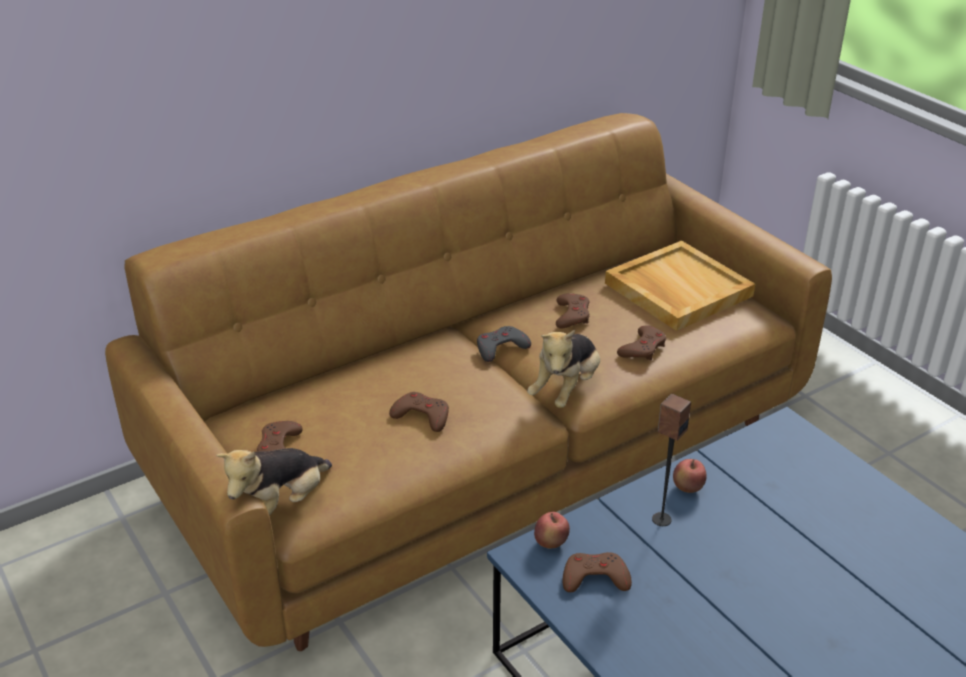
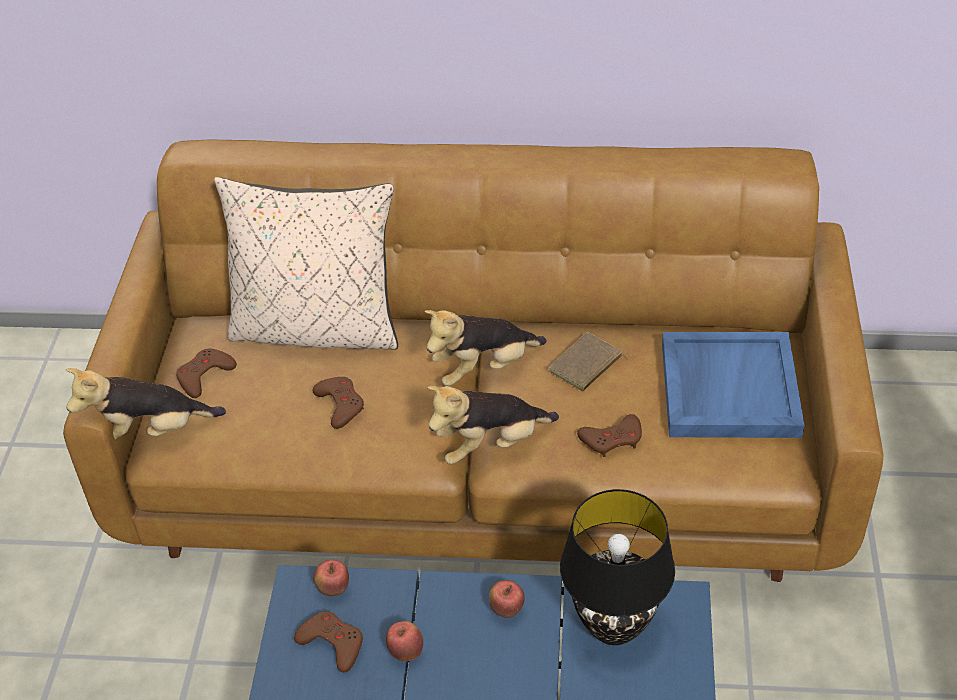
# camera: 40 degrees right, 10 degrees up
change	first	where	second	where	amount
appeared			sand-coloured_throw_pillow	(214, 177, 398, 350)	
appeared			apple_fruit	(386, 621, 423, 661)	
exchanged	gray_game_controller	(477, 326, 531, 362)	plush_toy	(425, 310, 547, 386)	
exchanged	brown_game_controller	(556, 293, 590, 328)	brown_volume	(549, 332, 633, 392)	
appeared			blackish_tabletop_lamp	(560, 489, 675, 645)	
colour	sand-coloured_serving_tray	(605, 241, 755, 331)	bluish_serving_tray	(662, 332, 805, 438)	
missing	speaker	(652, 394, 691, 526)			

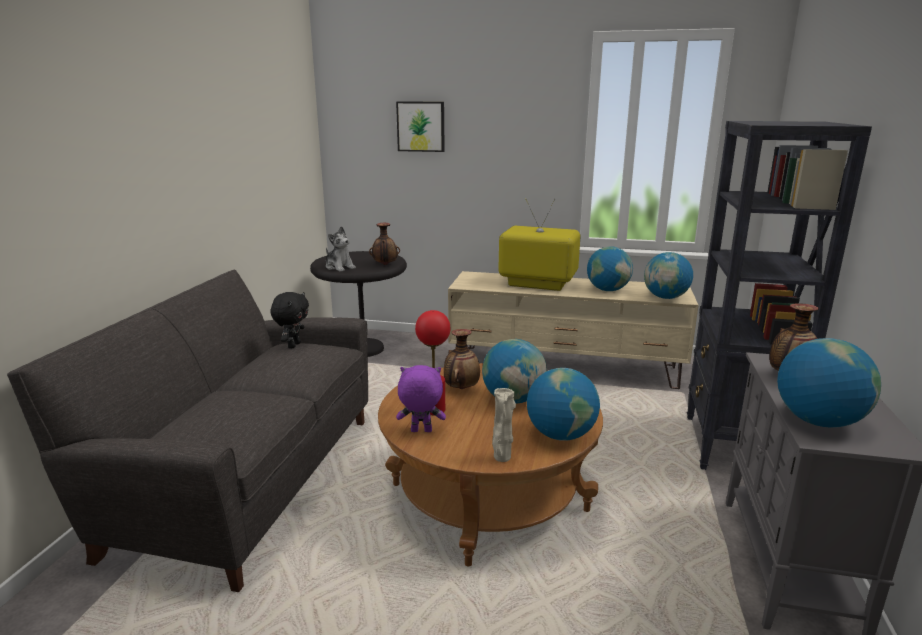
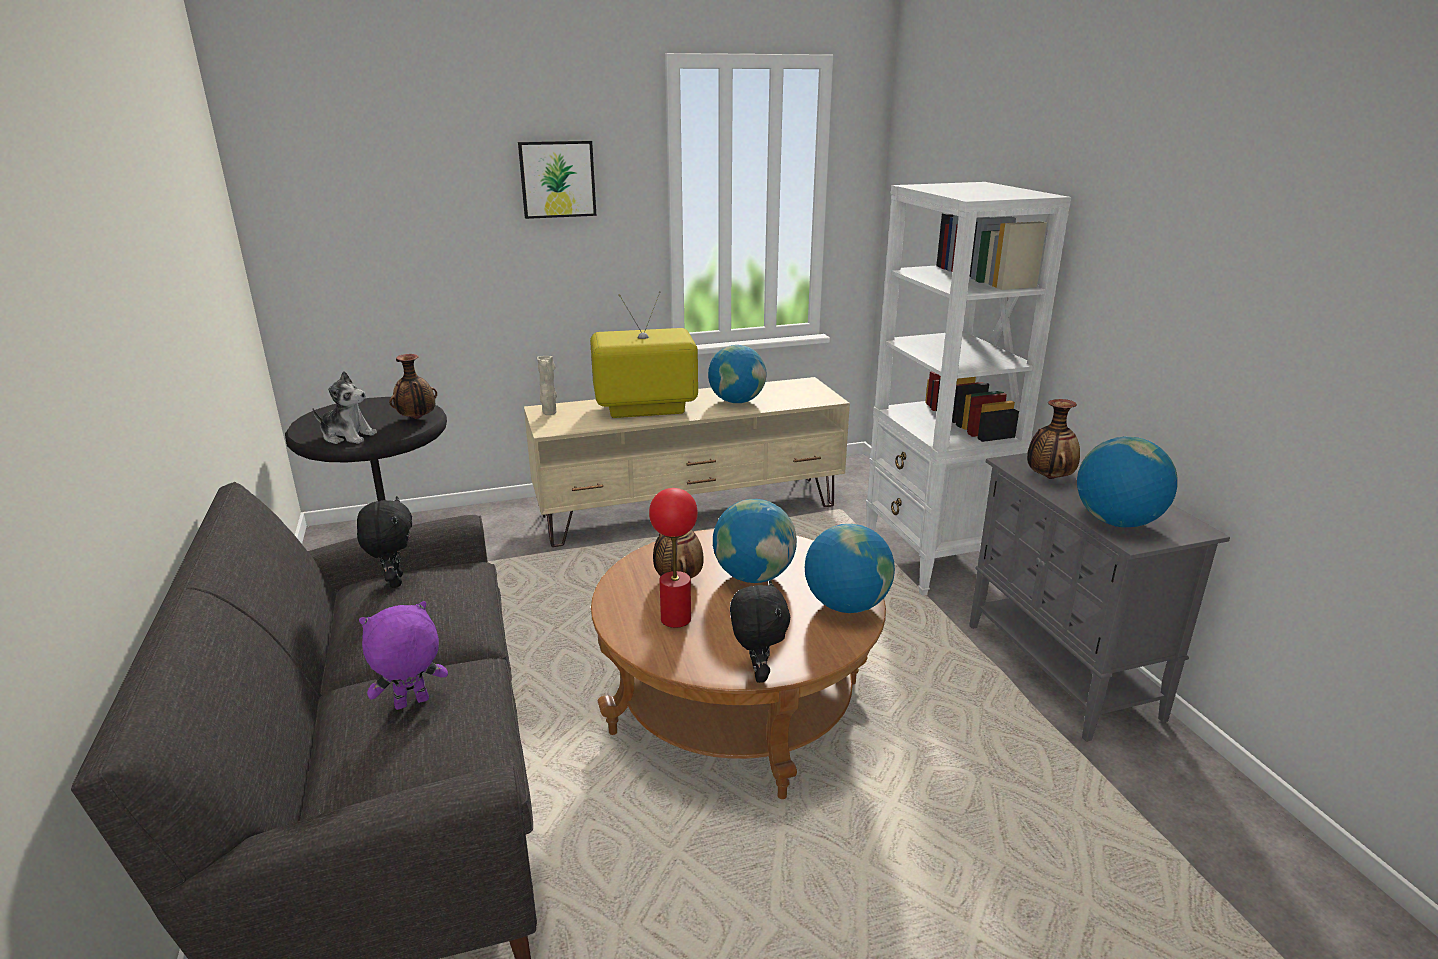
# camera: 30 degrees left, 5 degrees up
change	first	where	second	where	amount
relocated	purple_plush_toy	(396, 365, 446, 432)		(359, 601, 448, 710)	
relocated	wall_art	(396, 102, 445, 152)		(518, 140, 596, 219)	
relocated	sand-coloured_decorative_vase	(492, 388, 516, 462)		(537, 356, 557, 415)	
appeared			blackish_plush_toy	(730, 580, 790, 683)	
colour	blackish_bookshelf	(687, 121, 872, 470)	white-coloured_bookshelf	(866, 182, 1071, 595)	
missing	desk_globe	(644, 252, 693, 299)			

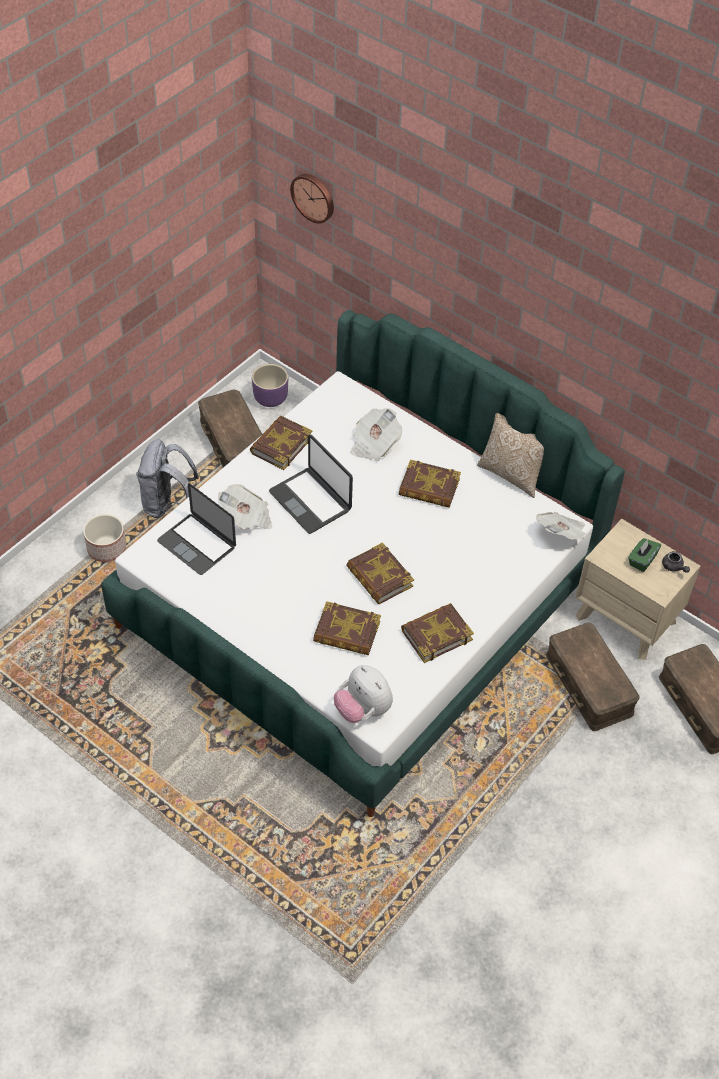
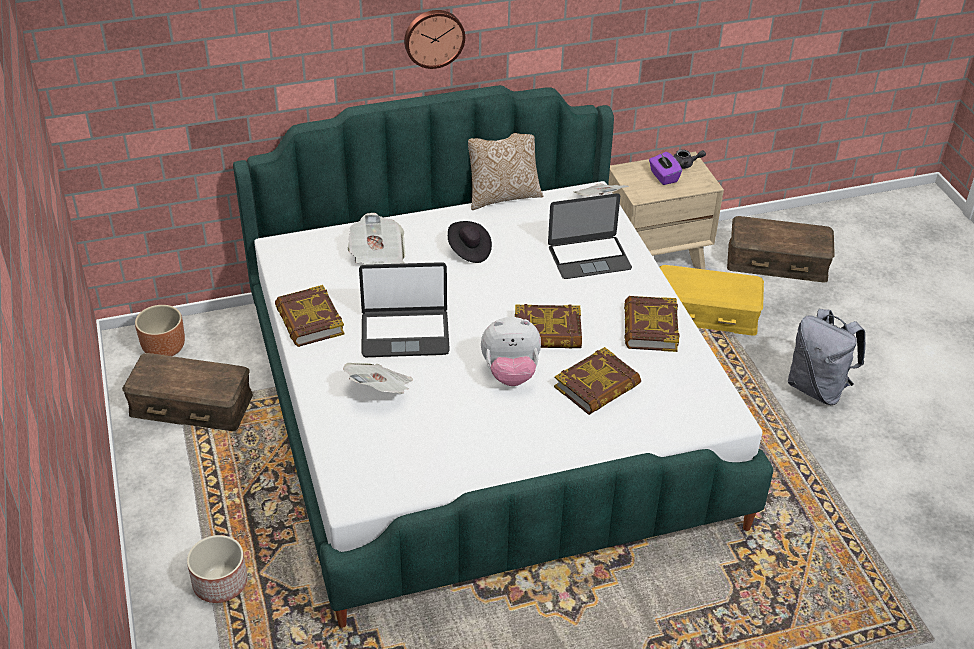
# camera: 55 degrees left, 10 degrees down
change	first	where	second	where	amount
colour	purple_planter	(252, 364, 288, 407)	brown_planter	(135, 305, 185, 356)	
relocated	clock_on_the_wall	(290, 174, 334, 224)		(404, 10, 465, 69)	
exchanged	volume	(399, 460, 461, 508)	blackish_hat	(448, 221, 492, 263)	
relocated	plush_toy	(334, 665, 393, 723)		(481, 317, 541, 386)	
relocated	laptop	(157, 483, 236, 575)		(548, 193, 632, 279)	
colour	green-coloured_tissue_holder	(628, 538, 661, 572)	purple_tissue_holder	(649, 152, 682, 185)	
colour	brown_storage_box	(546, 623, 640, 731)	yellow_storage_box	(660, 265, 764, 336)	
relocated	gray_knapsack	(136, 439, 199, 518)		(788, 309, 865, 405)	

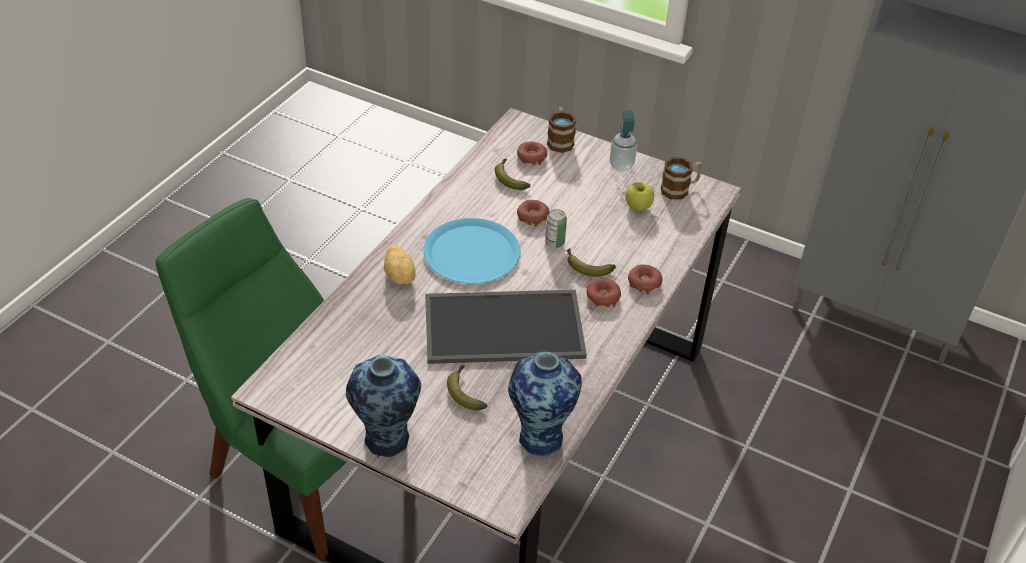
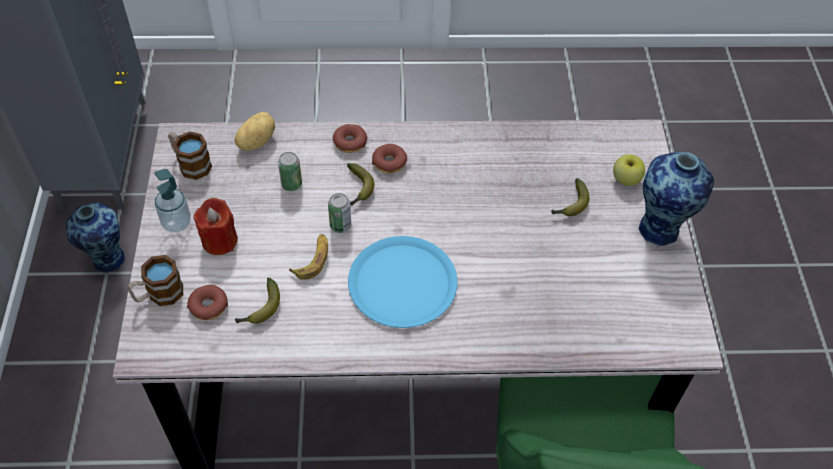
# camera: 120 degrees left, 10 degrees up
change	first	where	second	where	amount
relocated	decorative_vase	(508, 352, 582, 457)		(66, 202, 125, 273)	
appeared			reddish_wax_candle	(194, 198, 238, 255)	
relocated	potato	(384, 245, 416, 284)		(235, 112, 275, 151)	
appeared			metal_can	(278, 152, 302, 191)	
exchanged	donut	(517, 200, 549, 227)	banana	(289, 234, 328, 280)	
relocated	apple_fruit	(625, 182, 654, 211)		(613, 154, 645, 186)	
missing	serving_tray	(425, 290, 587, 364)			

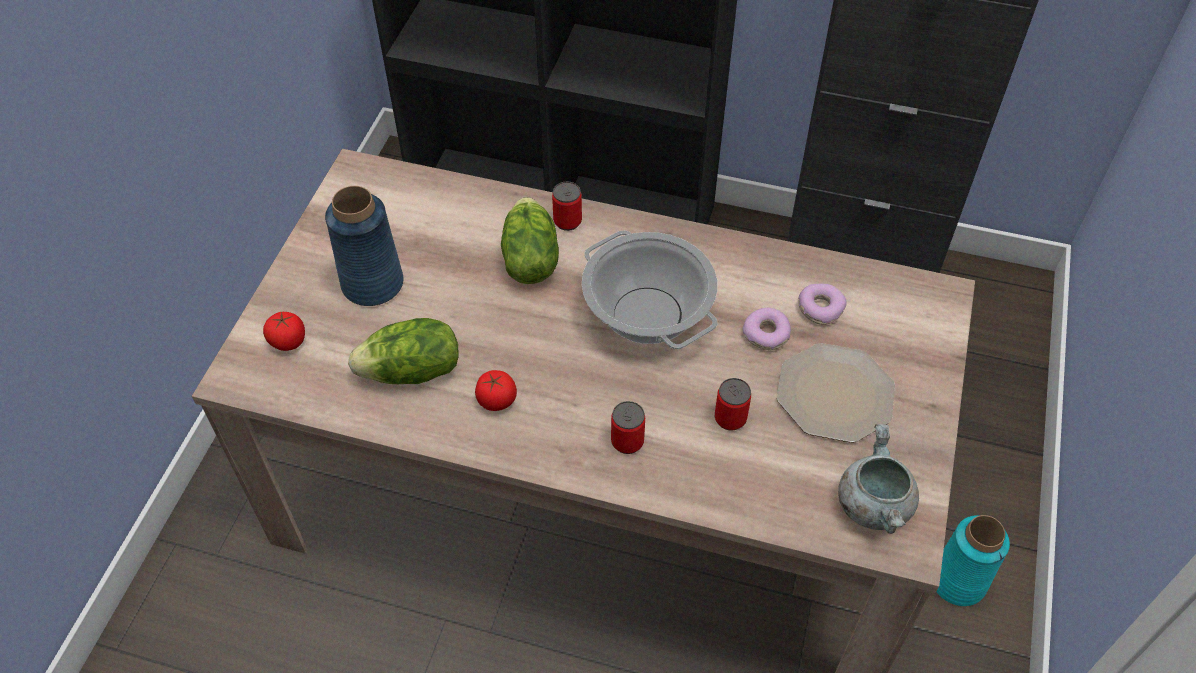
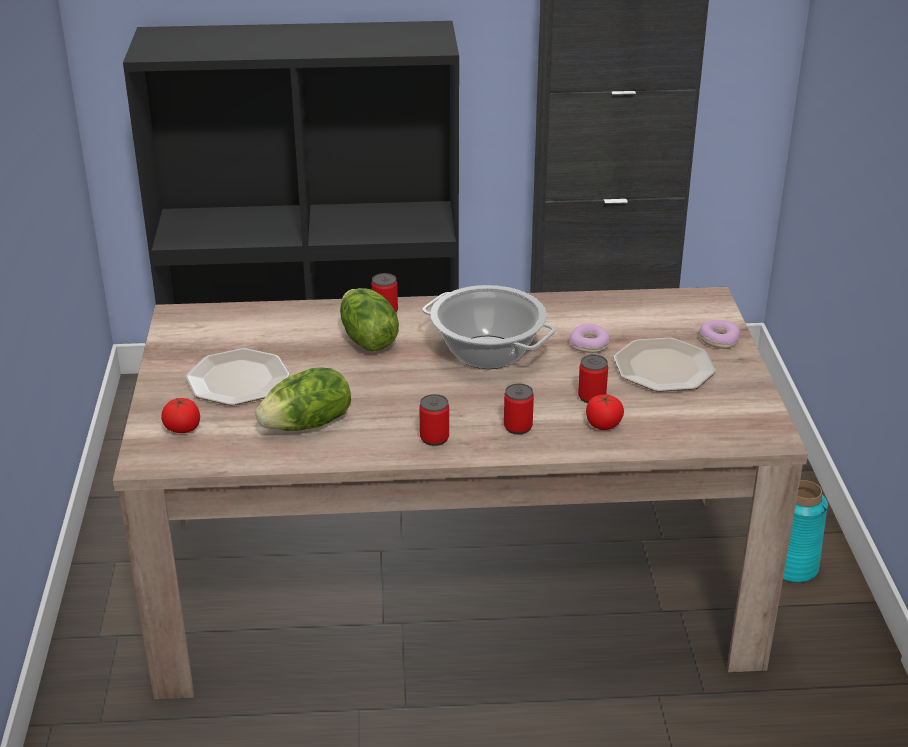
# camera: 20 degrees left, 20 degrees down
change	first	where	second	where	amount
exchanged	bluish_decorative_vase	(325, 186, 403, 306)	dinner_plate	(185, 348, 290, 405)	
appeared			metal_can	(419, 394, 449, 446)	
relocated	tomato	(475, 370, 517, 411)		(586, 394, 624, 430)	
relocated	donut	(798, 284, 847, 325)		(699, 320, 740, 349)	
missing	gray_saucepot	(838, 424, 919, 534)			

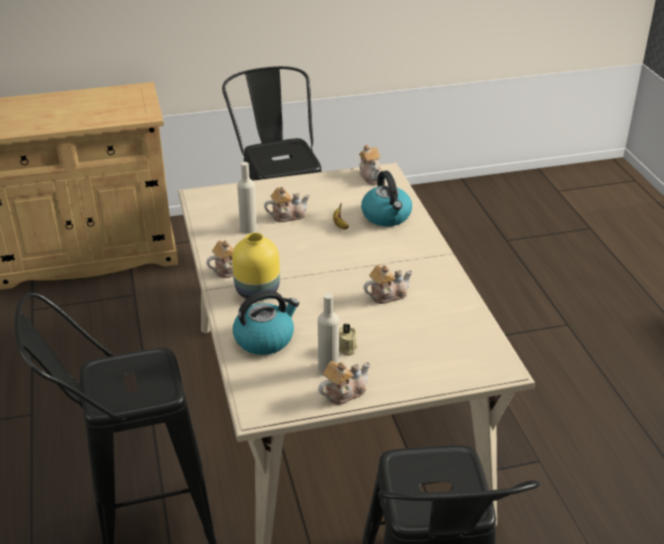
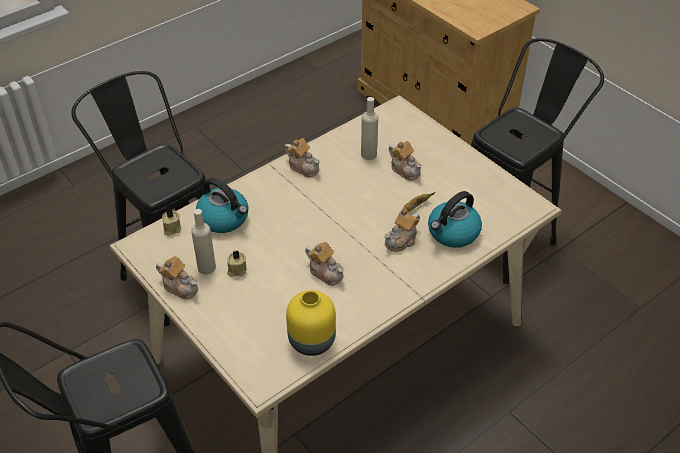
# camera: 65 degrees right, 10 degrees up
change	first	where	second	where	amount
appeared			sand-coloured_wax_candle	(162, 209, 181, 236)	
relocated	yellow_decorative_vase	(232, 233, 280, 300)		(286, 290, 336, 356)	
relocated	pot_for_tea	(359, 144, 383, 185)		(384, 208, 420, 252)	

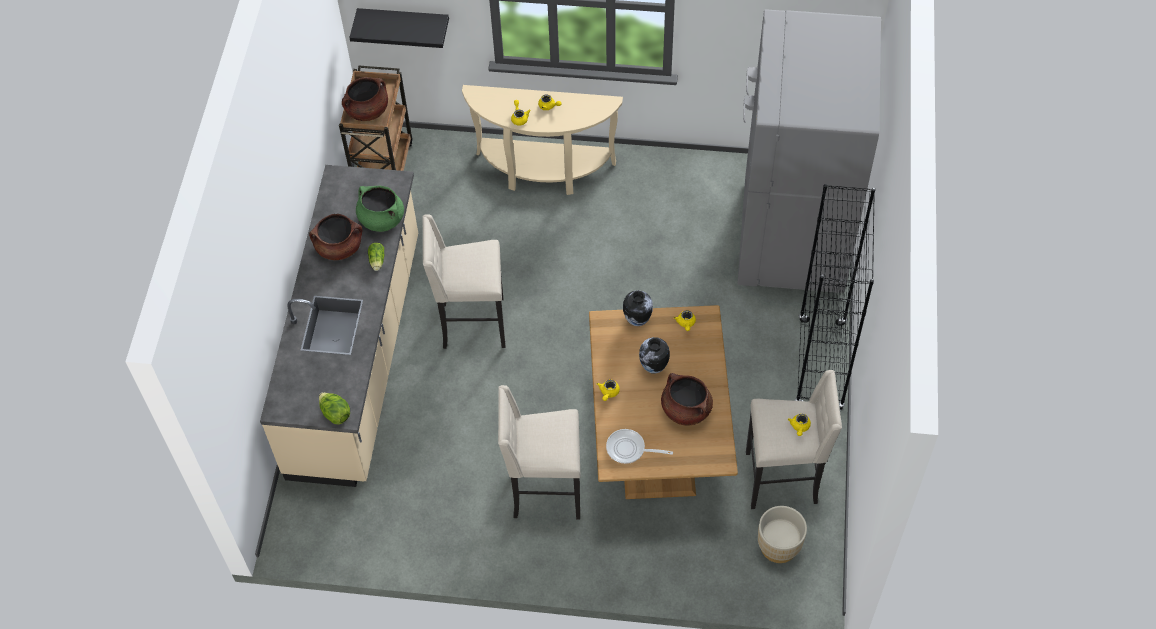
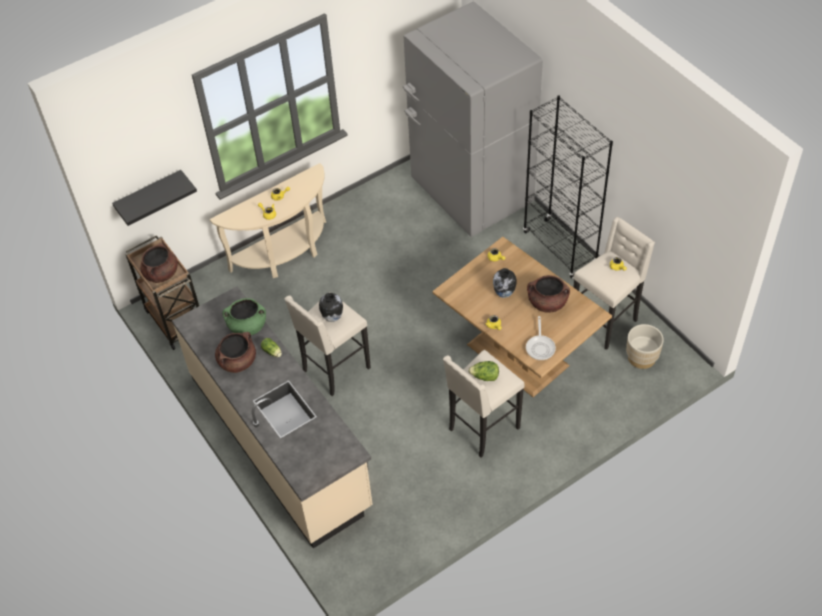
# camera: 40 degrees left, 5 degrees down
change	first	where	second	where	amount
relocated	decorative_vase	(623, 290, 653, 326)		(319, 293, 343, 322)	
relocated	lettuce	(319, 393, 350, 424)		(468, 361, 499, 381)	
spun	pan	(606, 429, 673, 464)		(526, 316, 556, 360)	60 degrees counterclockwise

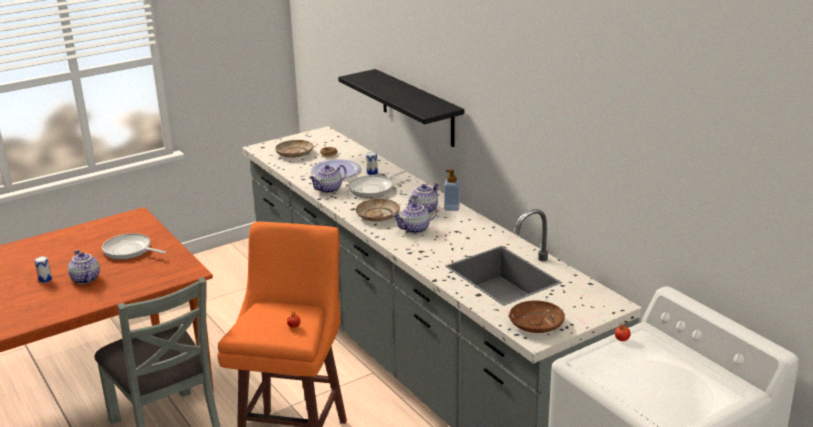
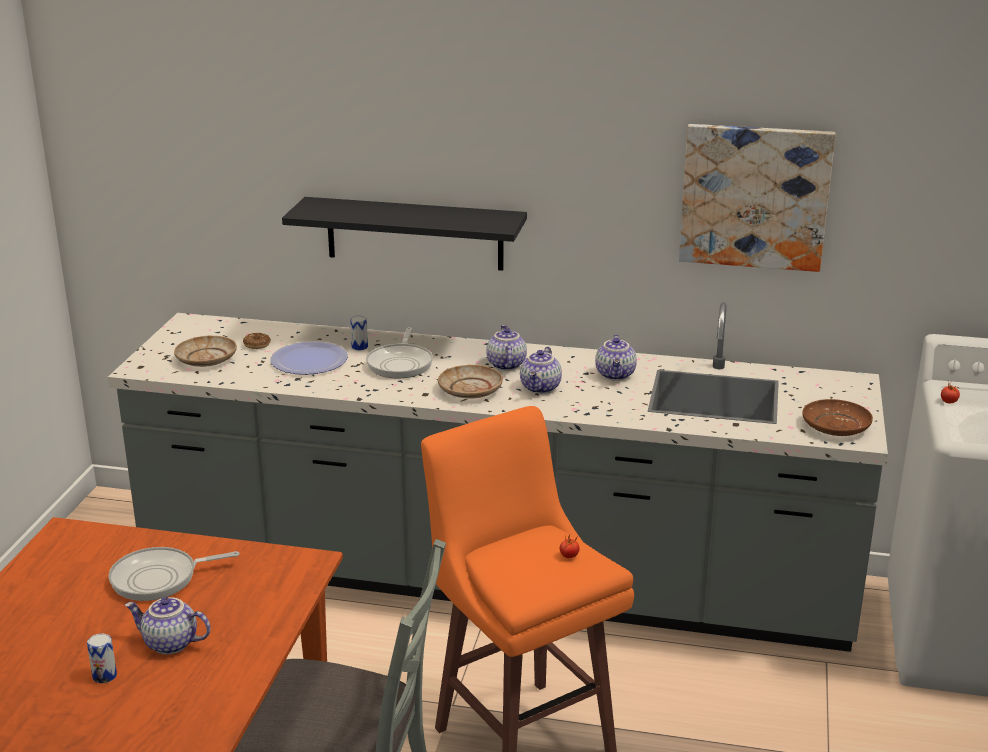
# camera: 45 degrees left, 0 degrees up
change	first	where	second	where	amount
relocated	pot_for_tea	(309, 165, 347, 193)		(595, 334, 637, 381)	
appeared			wall_art	(679, 124, 836, 272)	
missing	soap_dispenser	(444, 170, 460, 211)			

